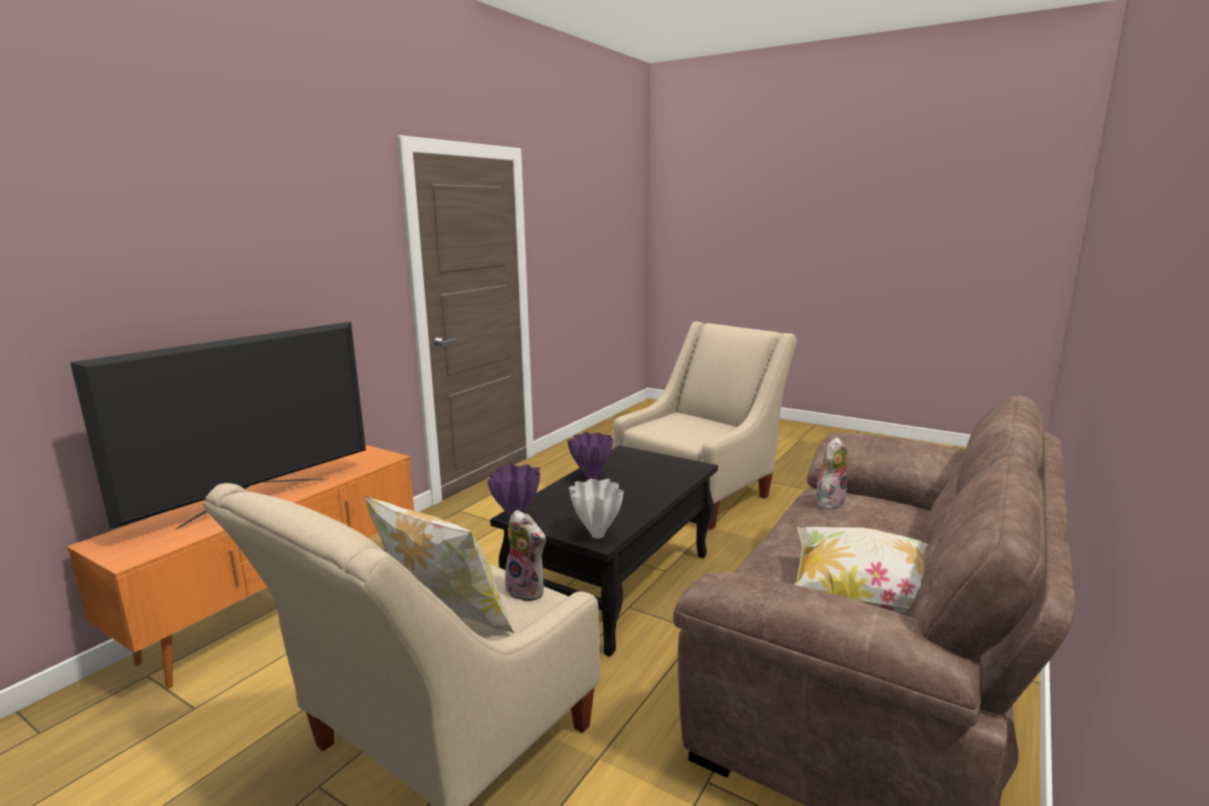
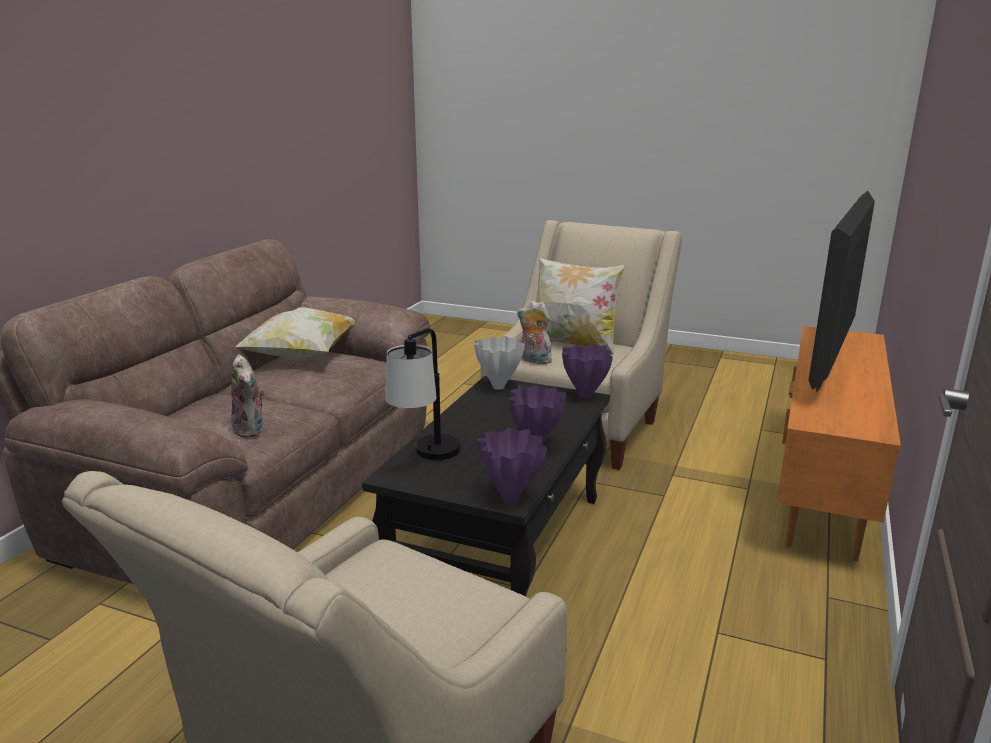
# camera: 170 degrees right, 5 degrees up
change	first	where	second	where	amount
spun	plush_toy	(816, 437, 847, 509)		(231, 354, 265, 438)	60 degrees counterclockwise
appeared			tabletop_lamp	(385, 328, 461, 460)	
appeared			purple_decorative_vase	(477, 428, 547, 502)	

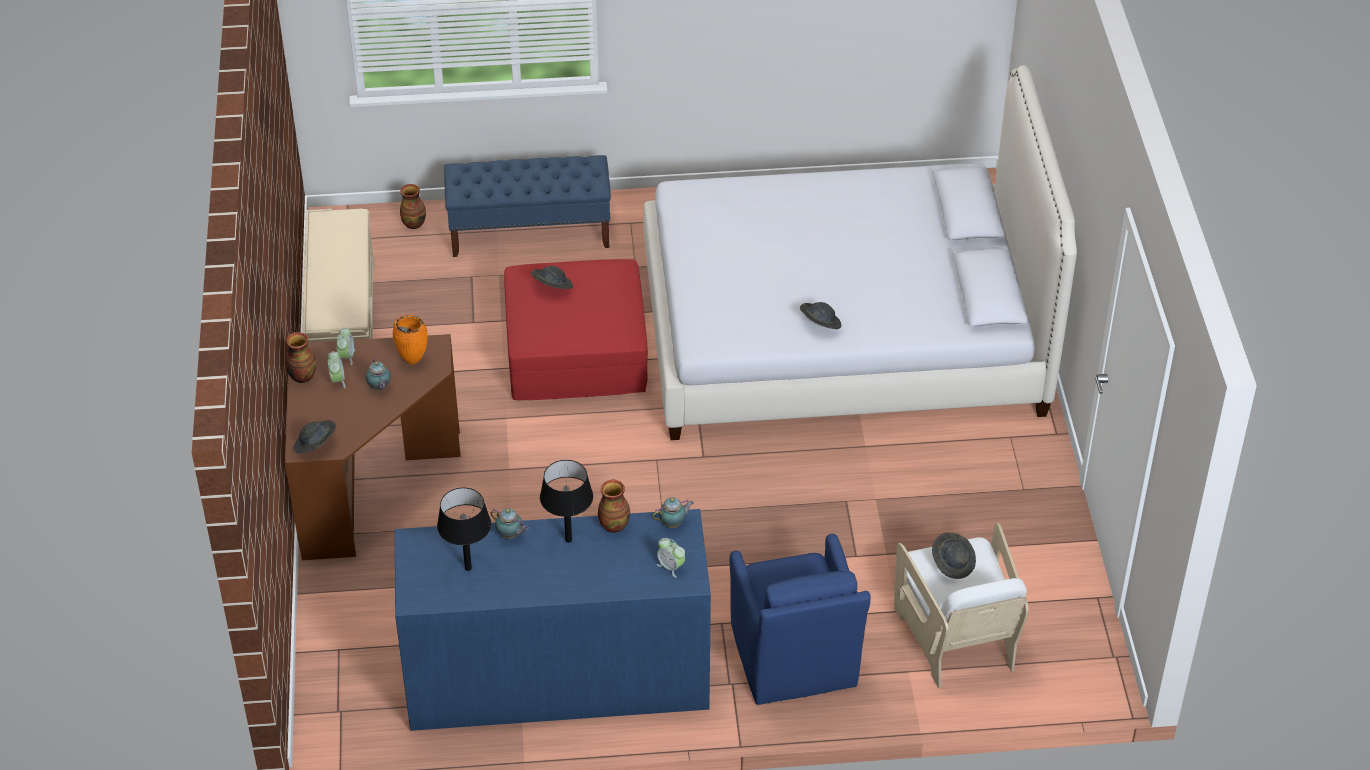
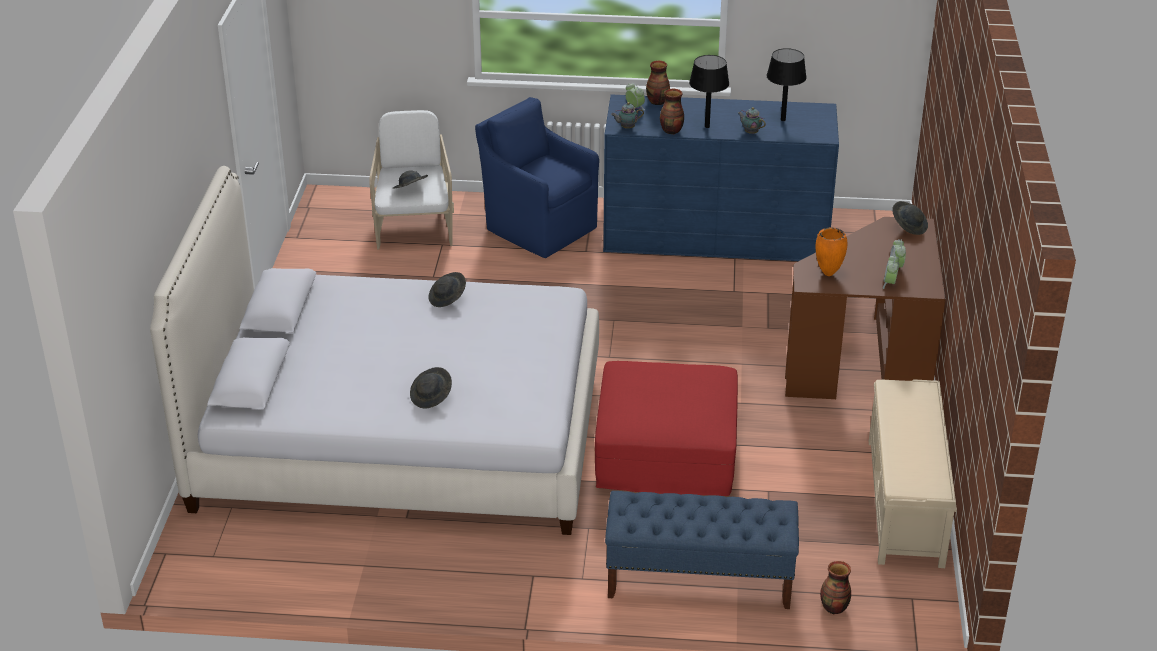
# camera: 170 degrees left, 10 degrees down
change	first	where	second	where	amount
relocated	gray_hat	(531, 266, 573, 289)		(410, 367, 452, 408)	
spun	bluish_armchair	(730, 534, 871, 705)		(475, 97, 599, 258)	45 degrees counterclockwise
relocated	decorative_vase	(286, 332, 316, 383)		(646, 60, 670, 105)	
missing	pot_for_tea	(366, 358, 391, 391)			

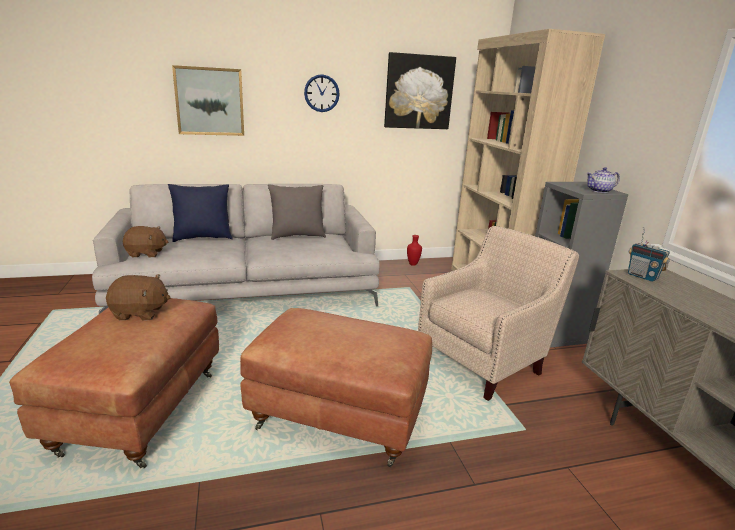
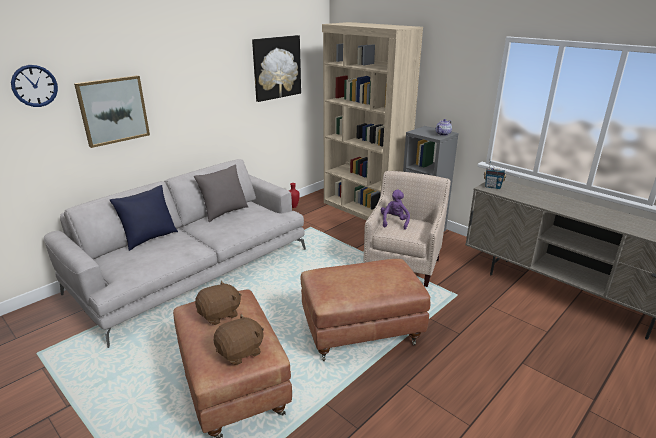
# camera: 30 degrees left, 5 degrees up
change	first	where	second	where	amount
relocated	clock_on_the_wall	(304, 74, 340, 112)		(11, 65, 58, 107)	
relocated	brown_plush_toy	(123, 226, 168, 257)		(214, 314, 264, 365)	
appeared			purple_plush_toy	(381, 190, 410, 230)	

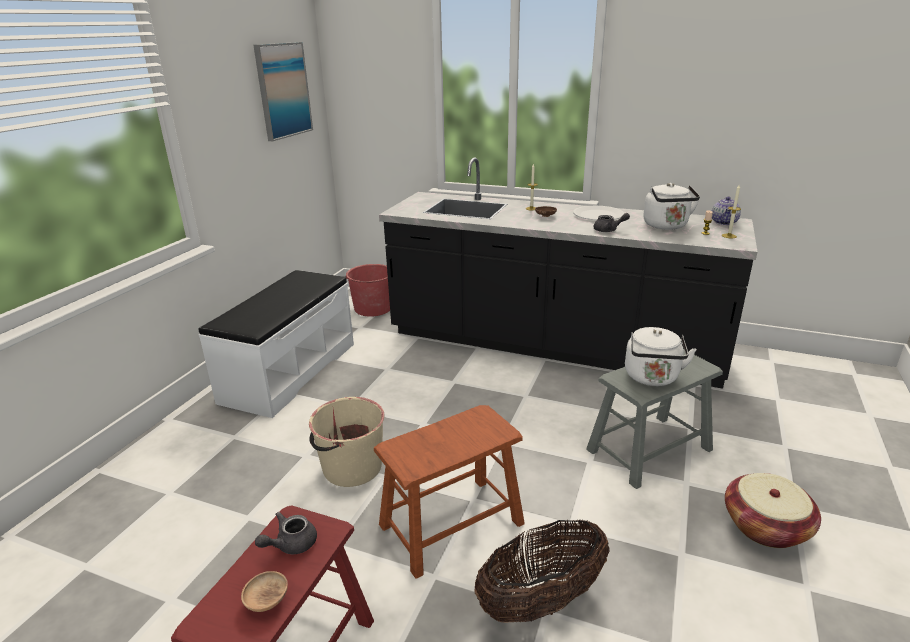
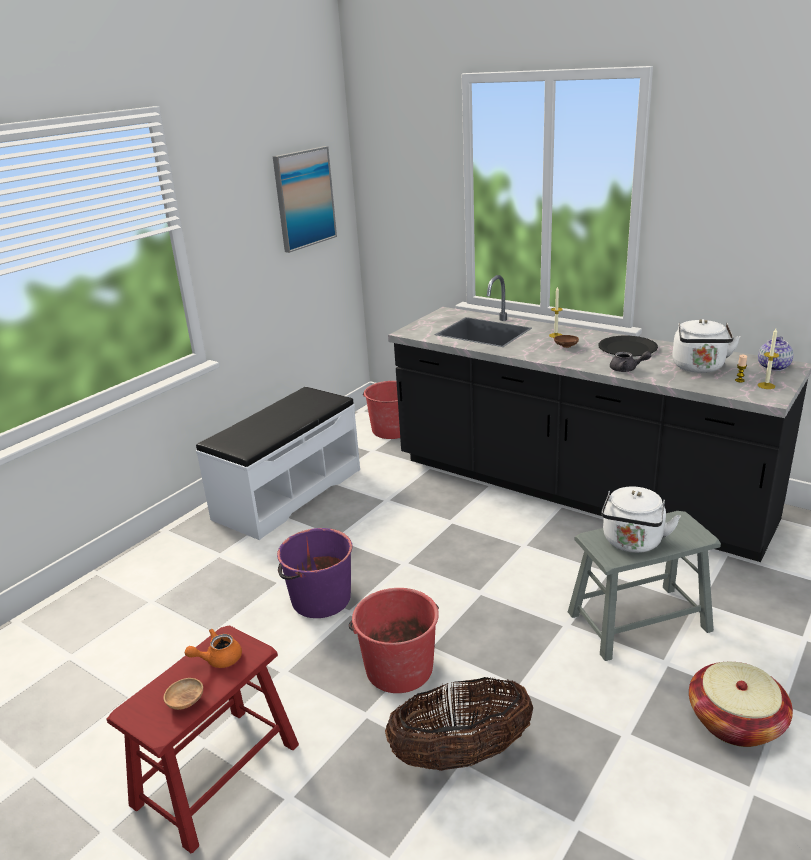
# camera: 15 degrees right, 0 degrees up
change	first	where	second	where	amount
colour	gray_pot_for_tea	(255, 512, 317, 554)	orange-coloured_pot_for_tea	(185, 629, 242, 668)	
colour	sand-coloured_water_bucket	(309, 397, 385, 487)	purple_water_bucket	(277, 528, 352, 618)	
exchanged	brown_stool	(374, 405, 525, 579)	reddish_water_bucket	(349, 588, 439, 693)	
colour	white-coloured_dinner_plate	(573, 206, 624, 220)	blackish_dinner_plate	(598, 336, 658, 357)	

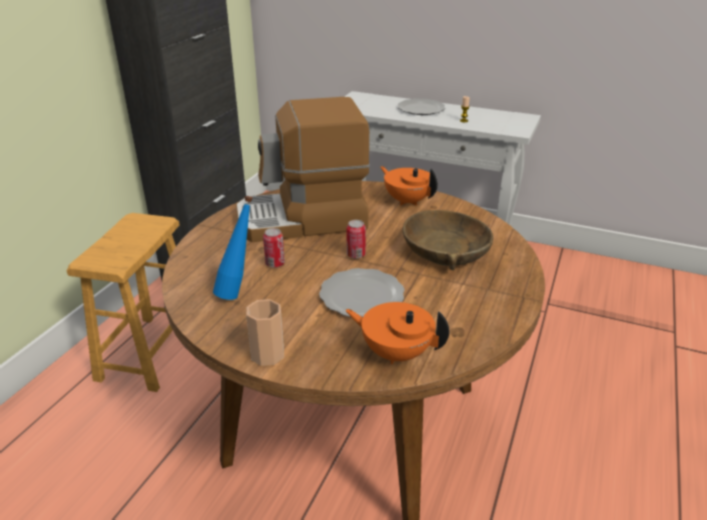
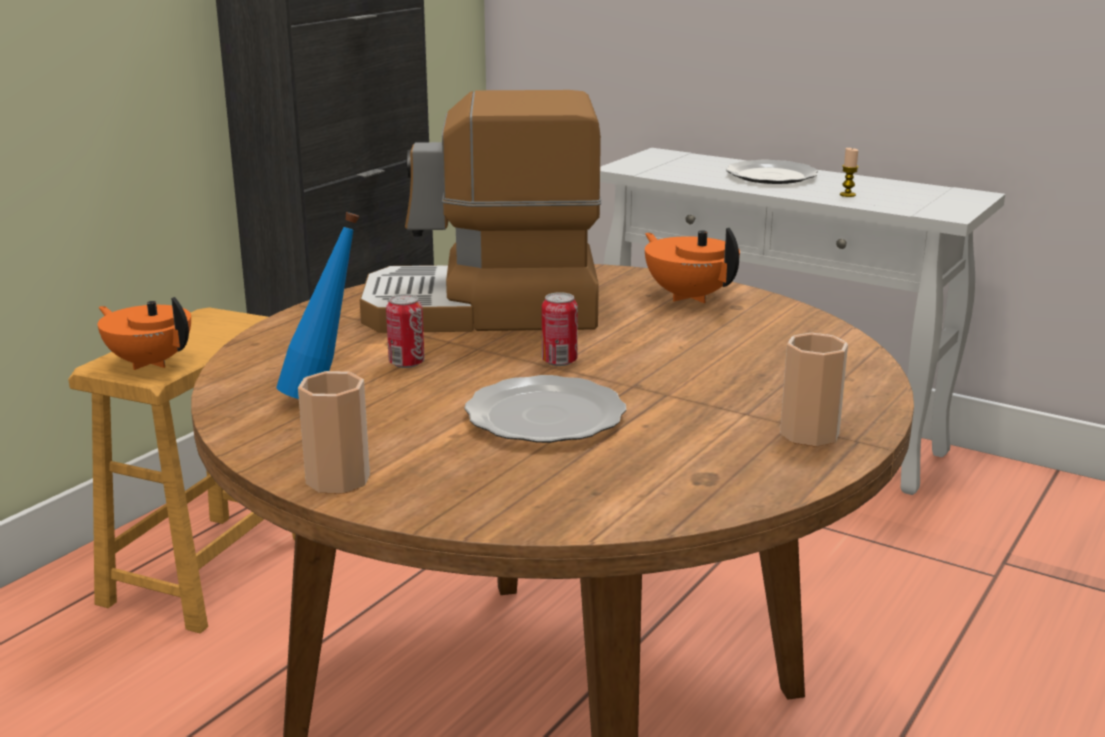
# camera: 10 degrees right, 10 degrees down
change	first	where	second	where	amount
relocated	orange-coloured_pot_for_tea	(345, 302, 450, 364)		(98, 297, 191, 370)	
appeared			drinking_cup	(780, 333, 848, 447)	
missing	brown_serving_bowl	(403, 210, 493, 270)			

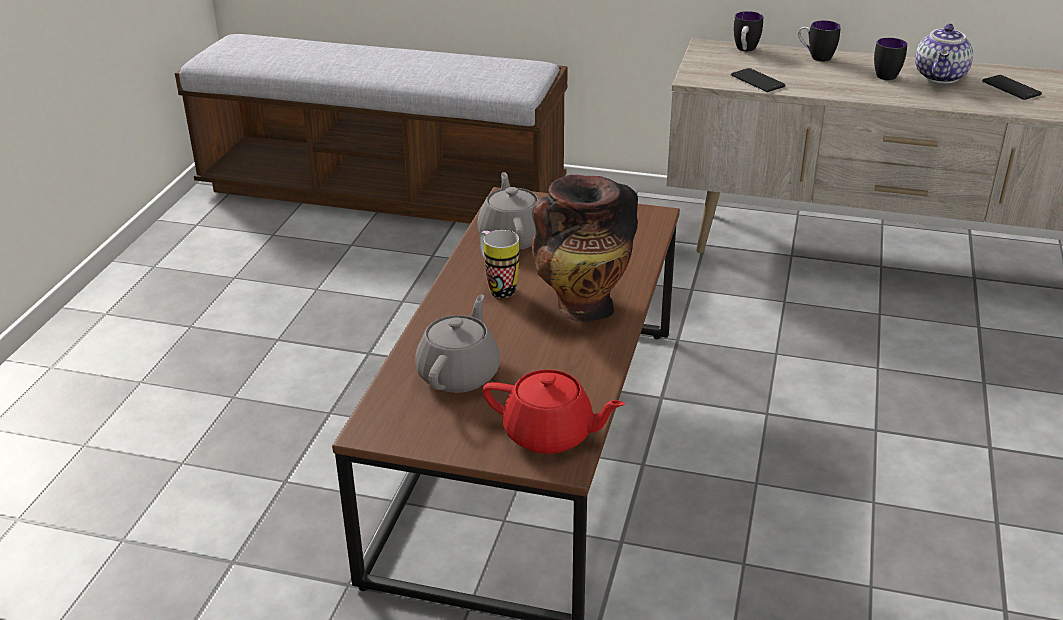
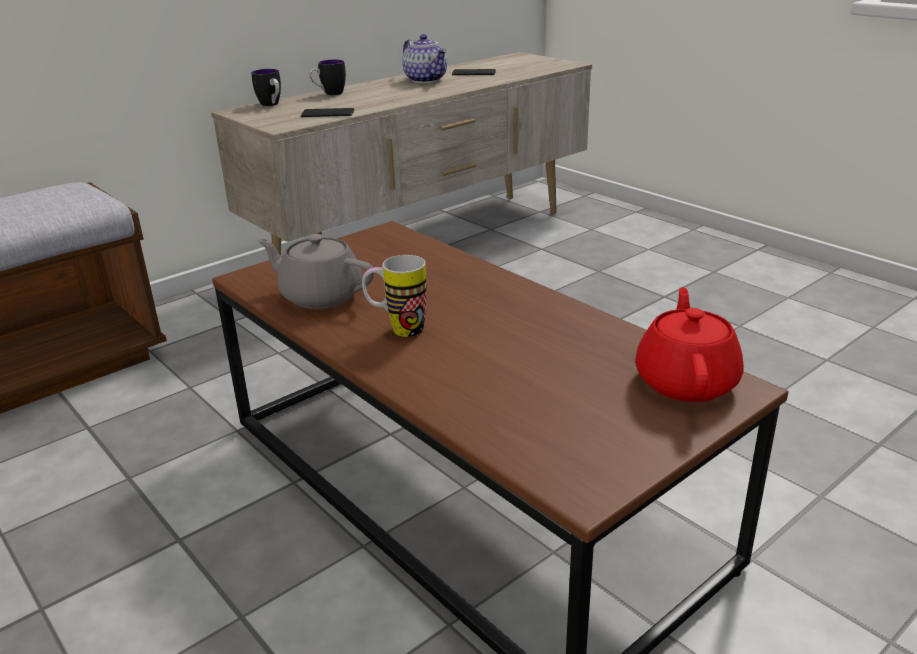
# camera: 55 degrees left, 5 degrees down
change	first	where	second	where	amount
spun	reddish_pot_for_tea	(482, 369, 625, 454)		(635, 287, 744, 402)	45 degrees counterclockwise
missing	gray_pot_for_tea	(415, 294, 500, 393)			
missing	decorative_vase	(532, 175, 638, 322)			
missing	tea_mug	(874, 38, 907, 80)			

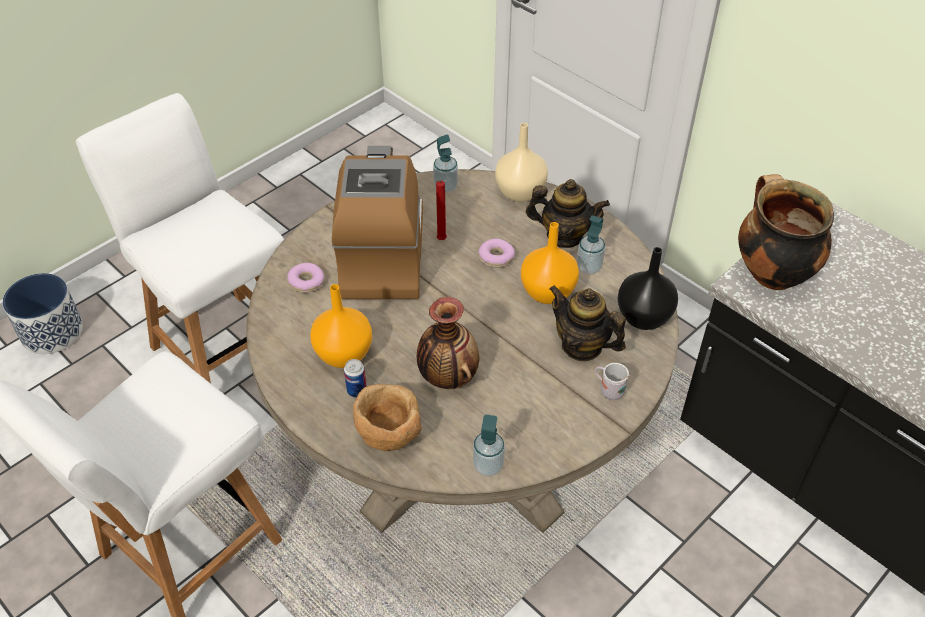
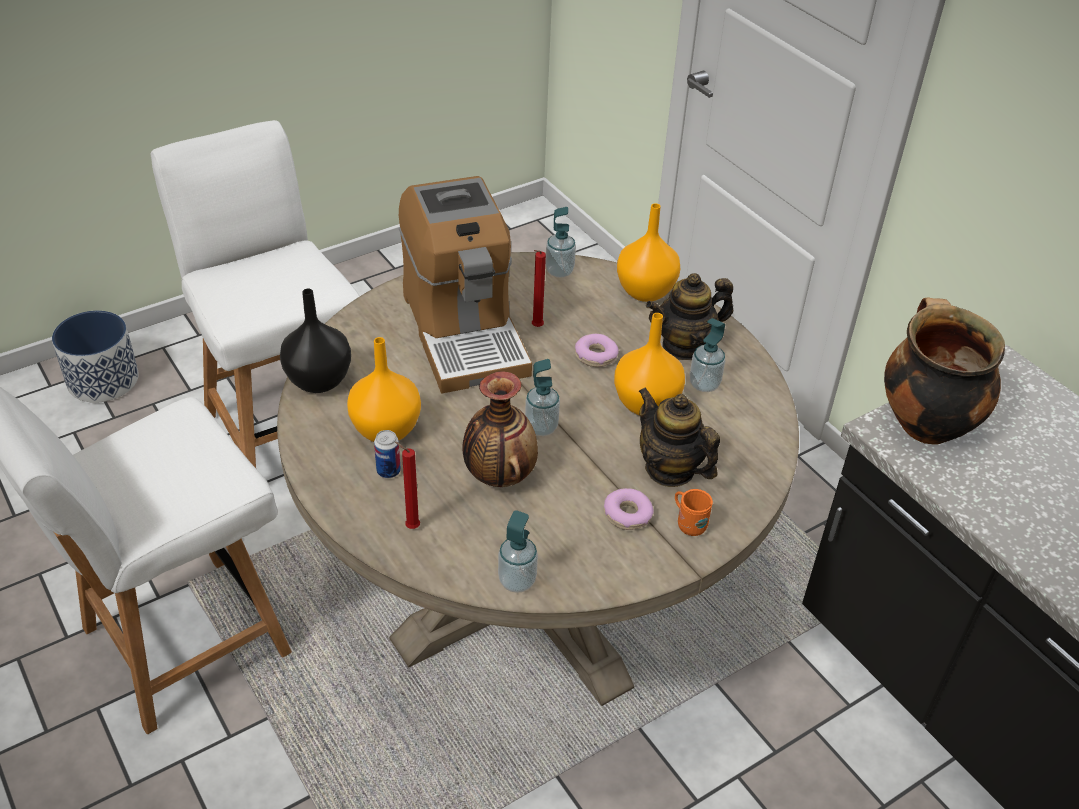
# camera: 10 degrees right, 5 degrees down
change	first	where	second	where	amount
relocated	blackish_decorative_vase	(618, 247, 678, 330)		(280, 289, 351, 393)	
exchanged	brown_serving_bowl	(353, 384, 422, 451)	reddish_wax_candle	(395, 442, 420, 529)	
spun	coffee_brewer	(332, 146, 423, 299)		(399, 176, 532, 393)	150 degrees clockwise
appeared			soap_dispenser	(525, 359, 560, 436)	
relocated	donut	(287, 263, 325, 293)		(604, 488, 654, 530)	
colour	sand-coloured_decorative_vase	(495, 123, 548, 202)	orange-coloured_decorative_vase	(617, 203, 680, 302)	
spun	pot_for_tea	(526, 179, 610, 248)		(646, 273, 733, 360)	135 degrees clockwise
colour	white-coloured_tea_mug	(595, 363, 630, 400)	orange-coloured_tea_mug	(675, 489, 713, 536)	

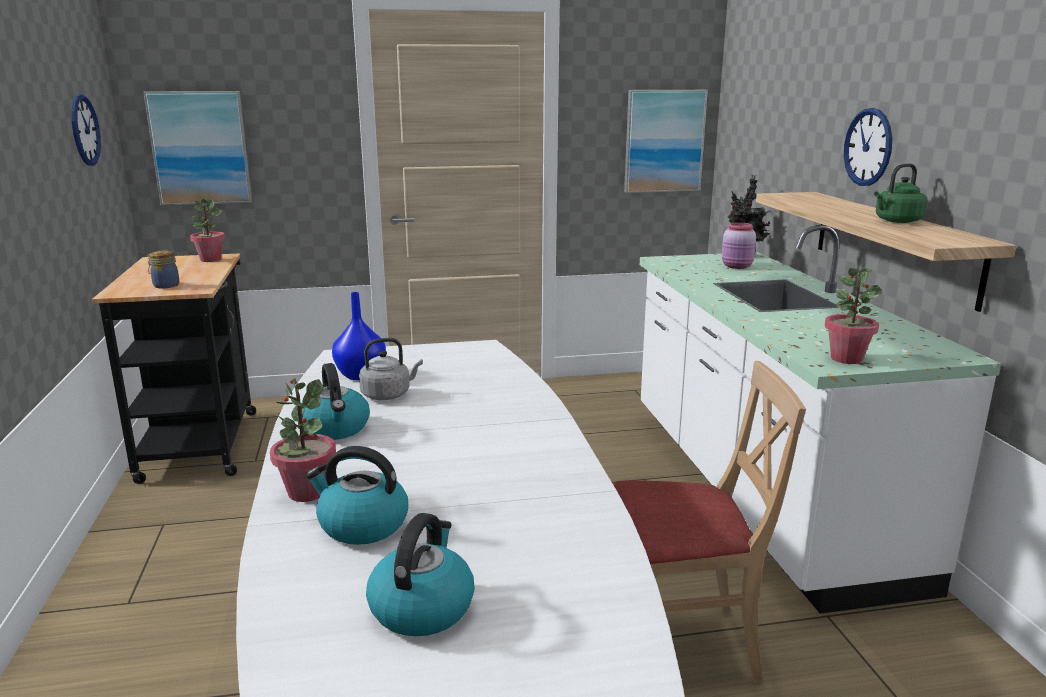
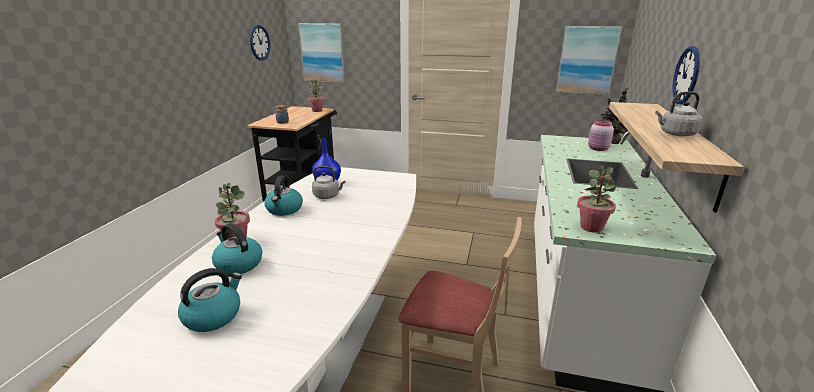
# camera: 25 degrees right, 5 degrees up
change	first	where	second	where	amount
colour	green-coloured_kettle	(874, 163, 928, 223)	gray_kettle	(655, 92, 703, 136)	

